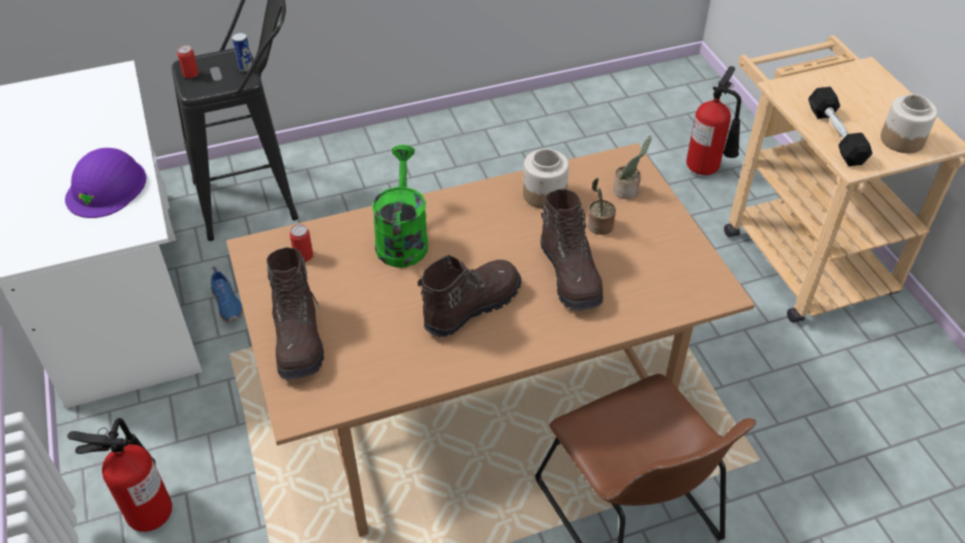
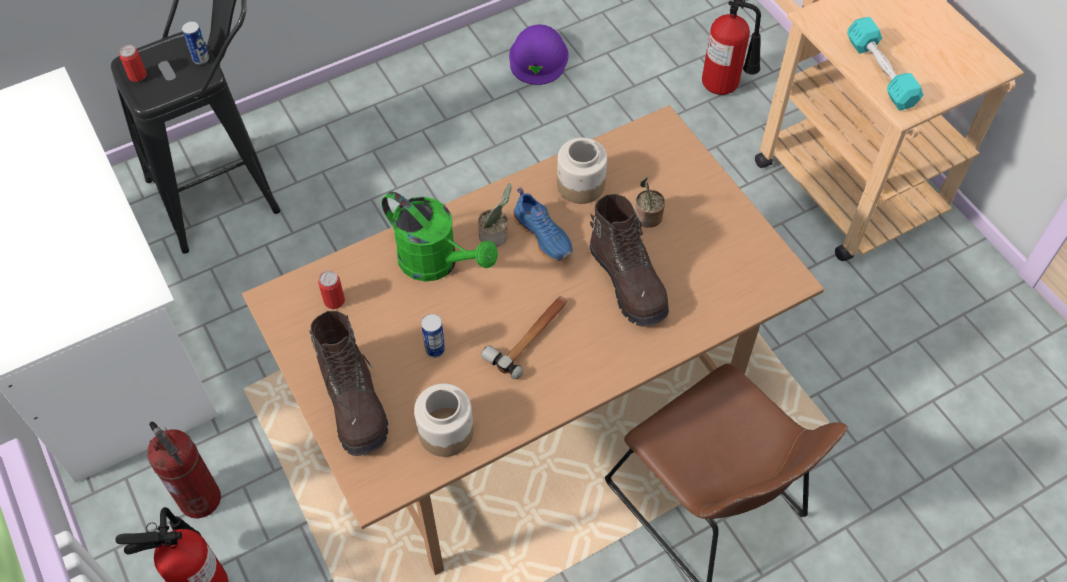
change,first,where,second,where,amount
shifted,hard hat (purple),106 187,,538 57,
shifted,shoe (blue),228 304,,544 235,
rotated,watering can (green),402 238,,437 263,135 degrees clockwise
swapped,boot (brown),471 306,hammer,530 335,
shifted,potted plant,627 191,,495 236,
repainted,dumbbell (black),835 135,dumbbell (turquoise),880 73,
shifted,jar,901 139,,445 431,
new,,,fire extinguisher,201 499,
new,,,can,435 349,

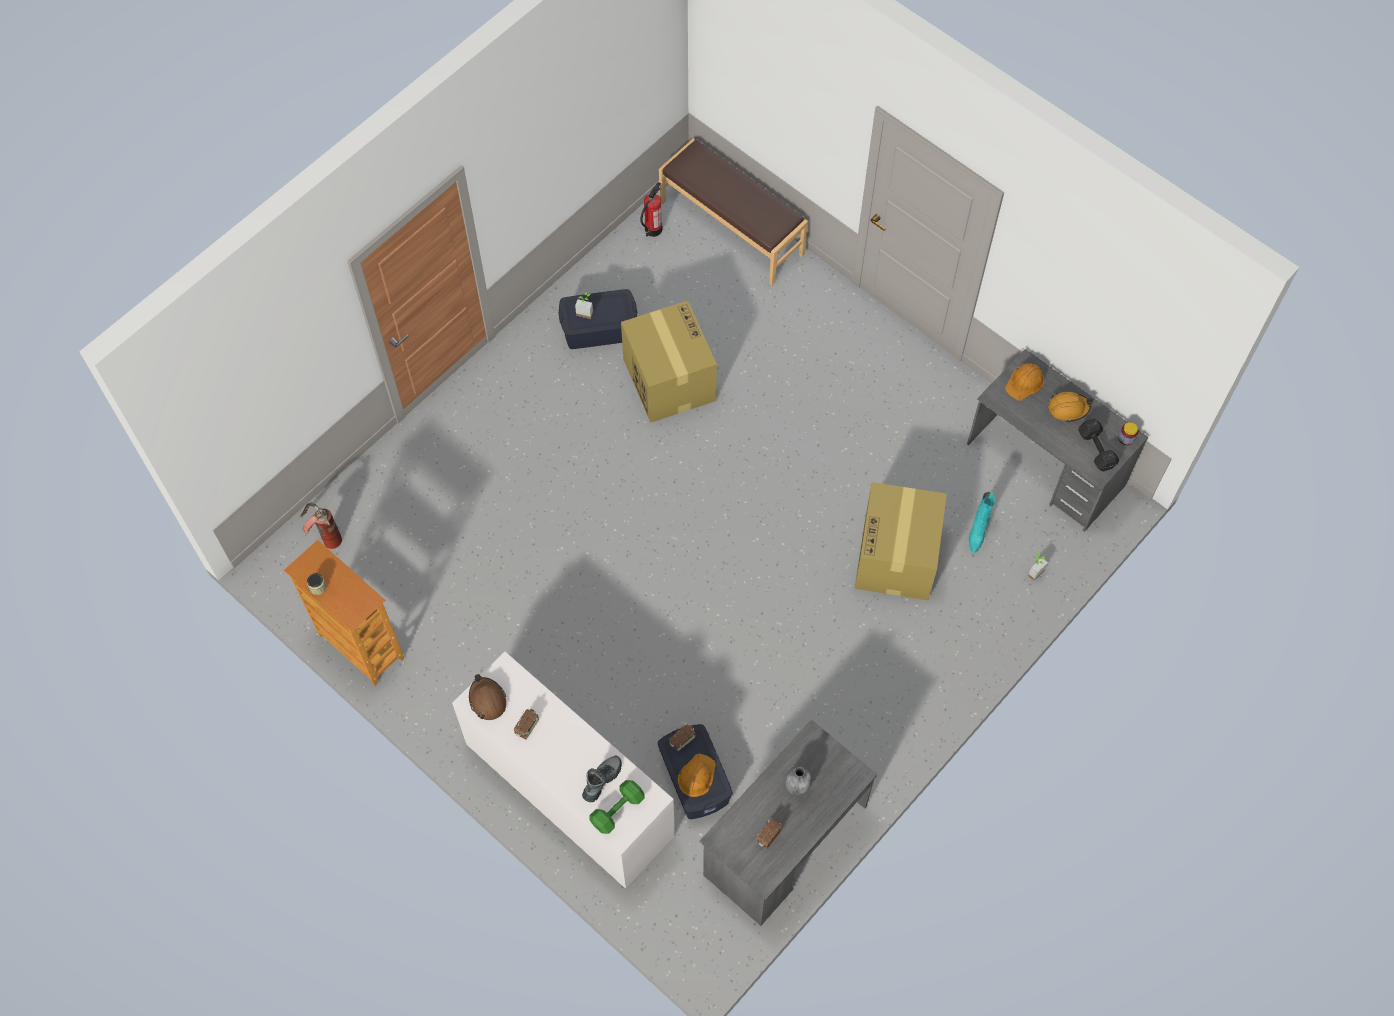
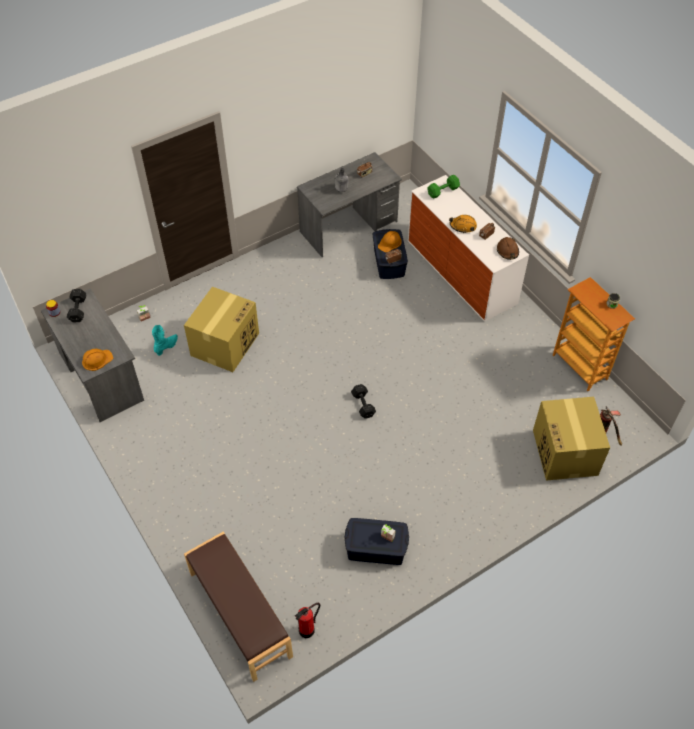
change,first,where,second,where,amount
gone,boot,602 780,,,
shifted,cardboard box,668 379,,565 453,
shifted,hard hat (orange),1068 408,,463 226,
new,,,dumbbell (black),363 406,

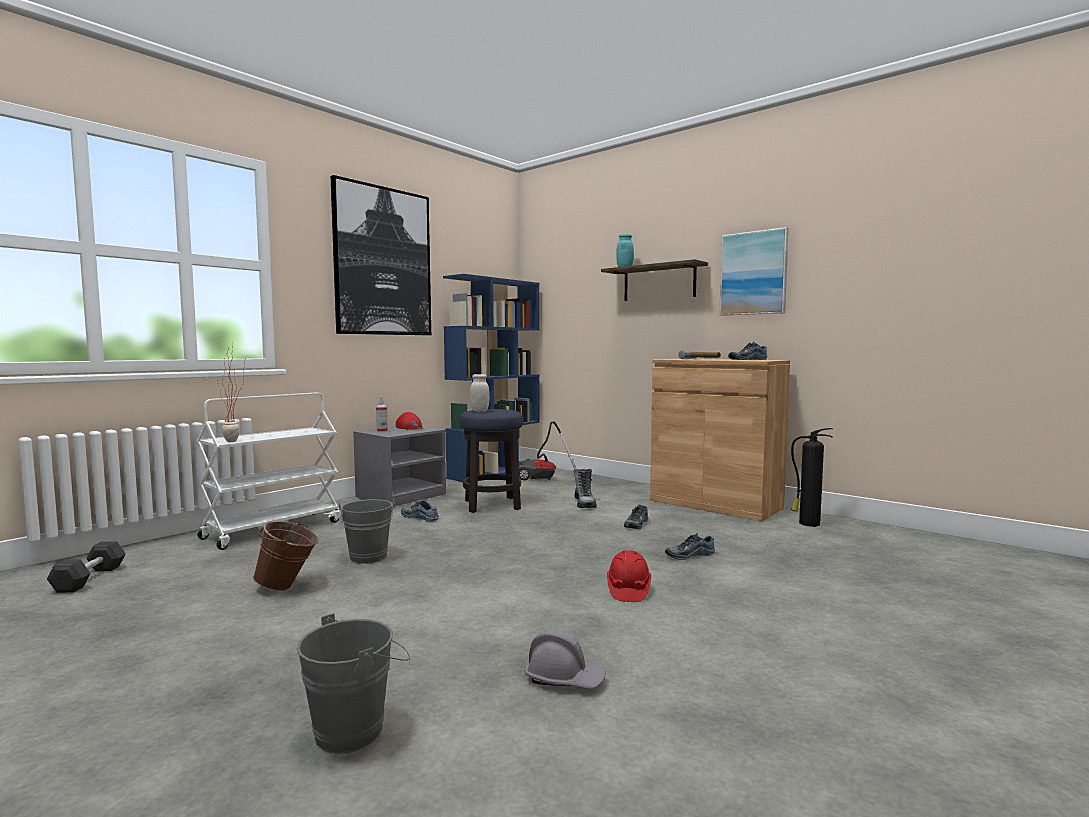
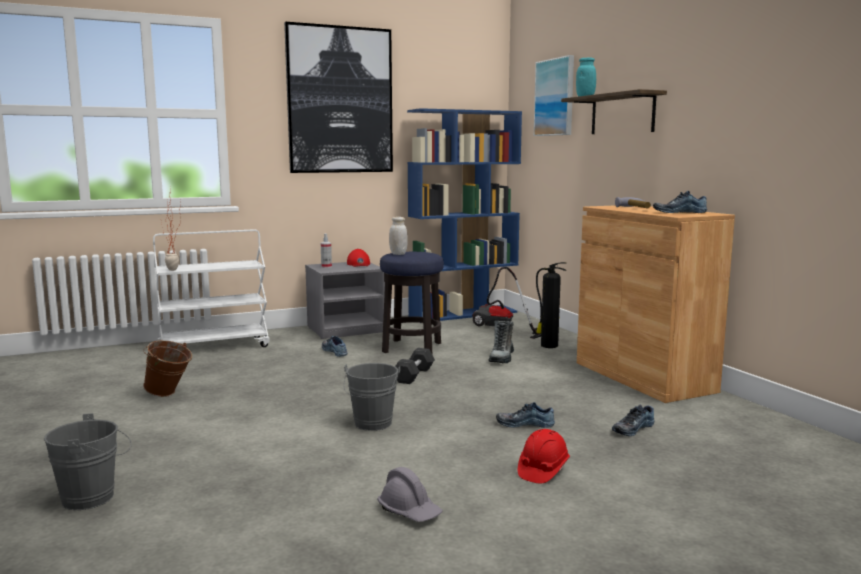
change,first,where,second,where,amount
shifted,dumbbell (grey),89 579,,414 375,
shifted,bucket (grey),368 559,,372 425,
shifted,hard hat (grey),564 679,,410 511,
shifted,hard hat (red),628 590,,542 470,
shifted,shoe,635 524,,632 428,
shifted,picture,753 273,,555 97,
shifted,fire extinguisher,808 523,,548 345,

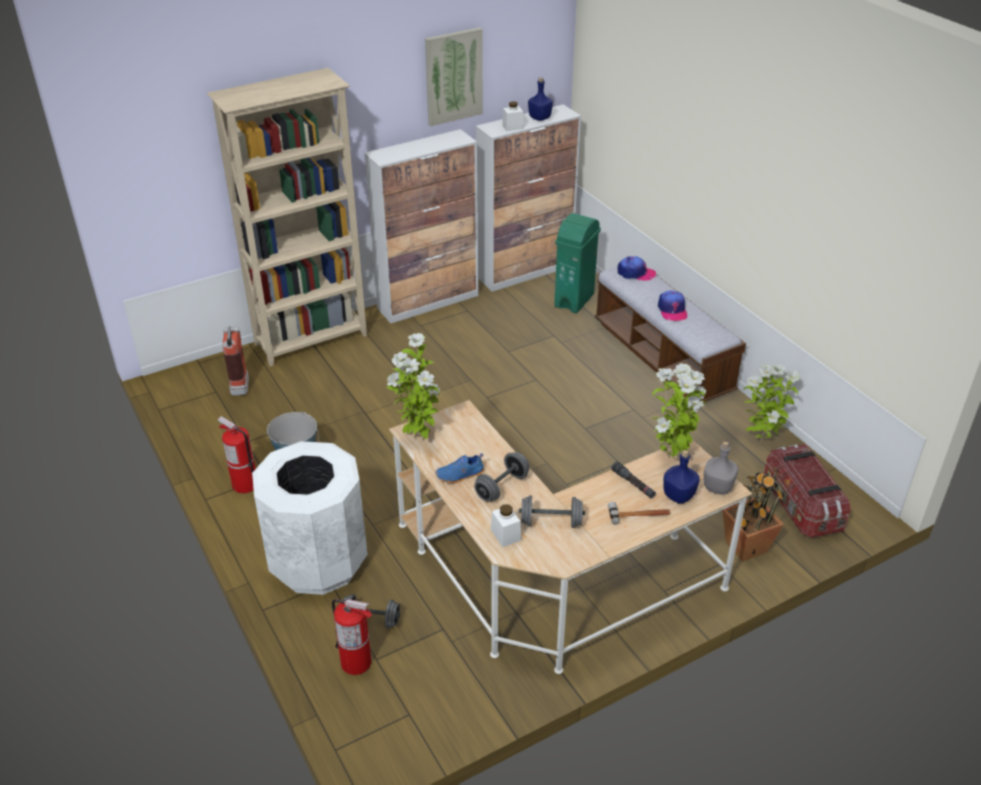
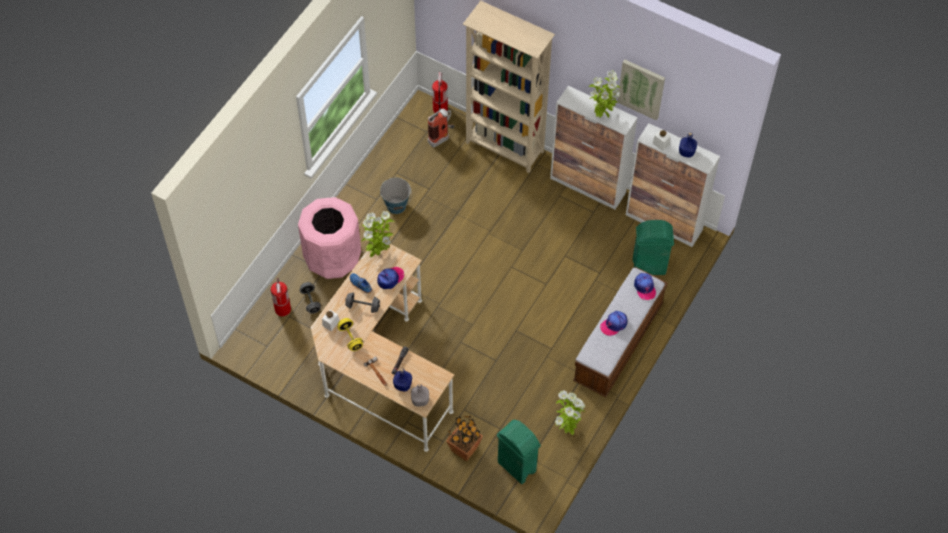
change,first,where,second,where,amount
shifted,fire extinguisher,244 484,,440 109,
repainted,trash can (white),318 562,trash can (pink),333 258,
repainted,dumbbell (grey),551 522,dumbbell (yellow),350 338,
shifted,potted plant,670 458,,602 115,
swapped,storage box,800 506,trash can (green),517 467,
new,,,cap,390 278,

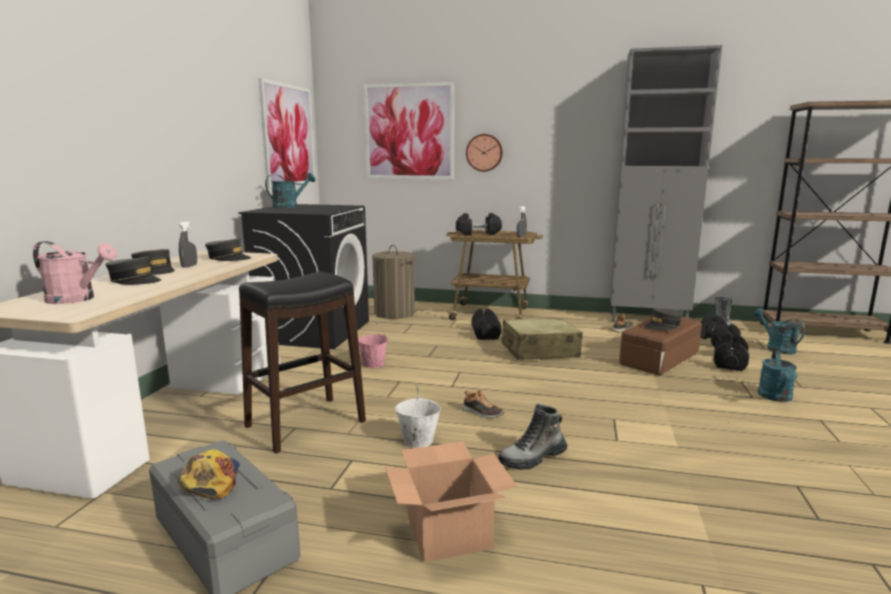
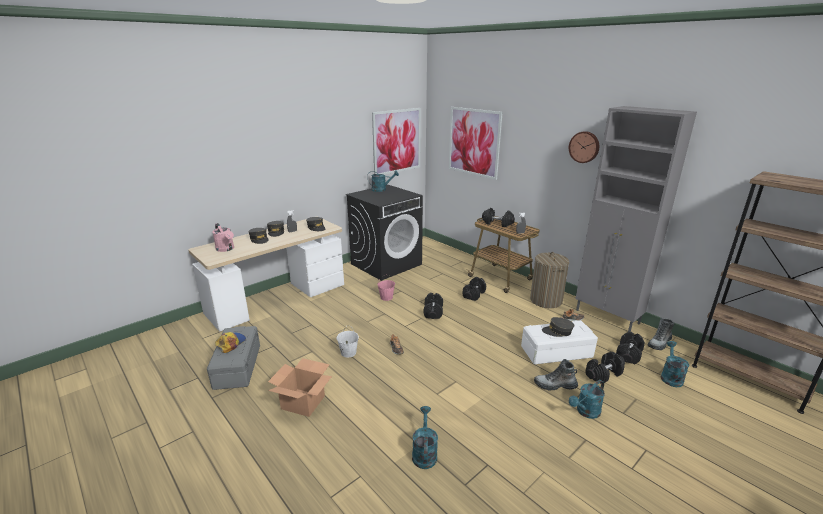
change,first,where,second,where,amount
gone,stool (black),305 424,,,
shifted,laundry basket,394 313,,546 300,
shifted,wall clock,484 152,,584 147,
shifted,boot,532 458,,555 385,
gone,suitcase (beige),539 351,,,
repainted,storage box (brown),660 359,storage box (white),556 352,
new,,,watering can (turquoise),424 453,
new,,,dumbbell (black),433 312,

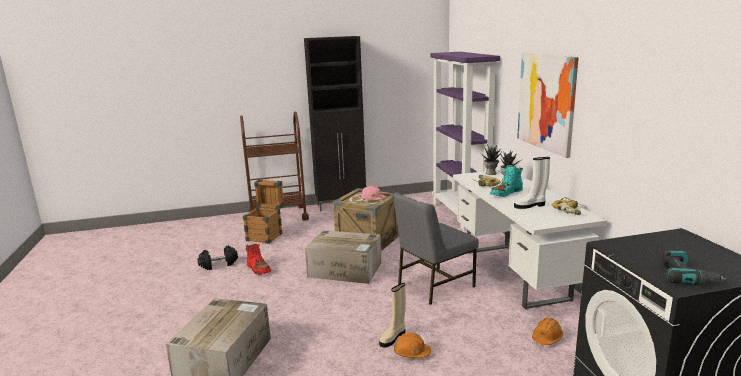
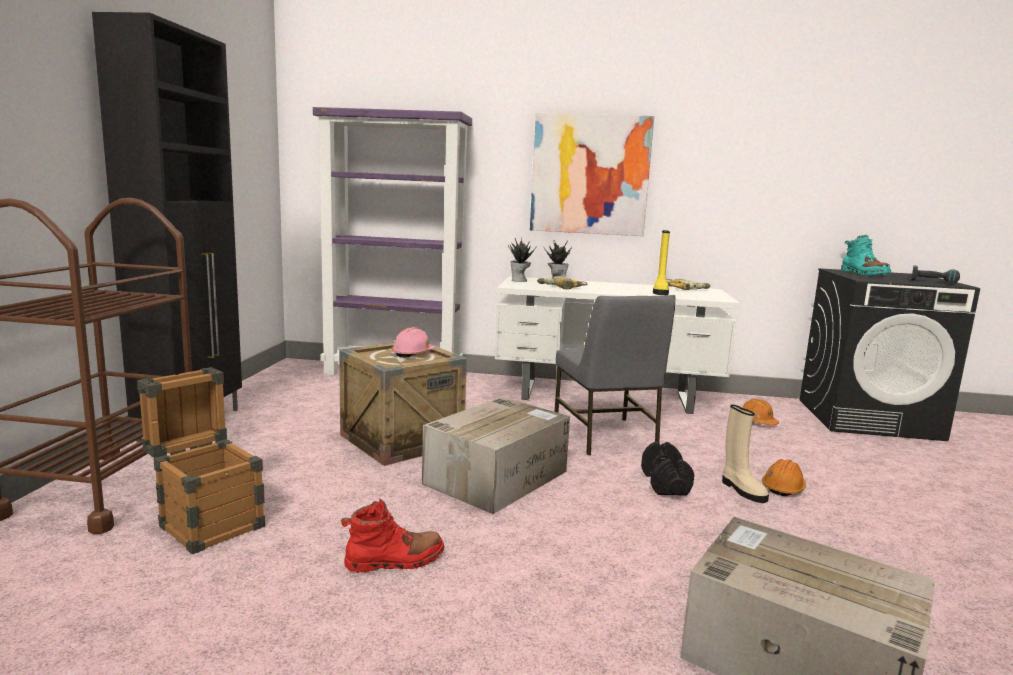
change,first,where,second,where,amount
shifted,dumbbell (black),218 264,,665 483,
shifted,boot (turquoise),506 193,,863 273,
repainted,boot (white),530 205,boot (yellow),660 292,

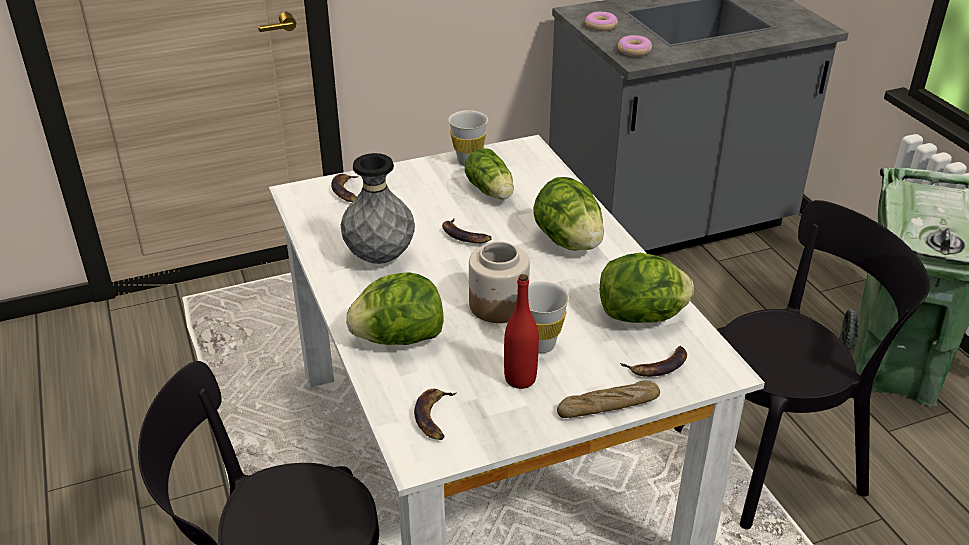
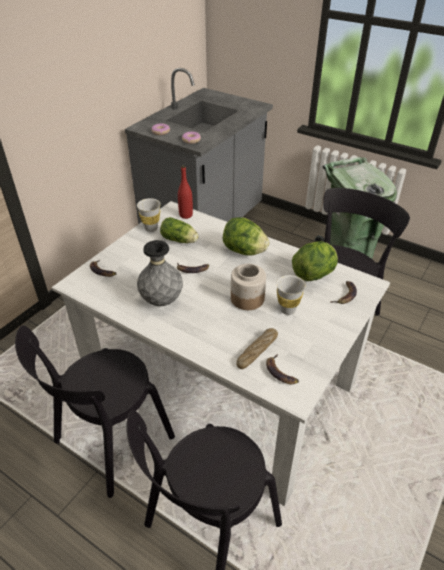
change,first,where,second,where,amount
gone,lettuce,398 339,,,
shifted,bottle (red),520 379,,186 215,
shifted,bread,608 407,,257 351,
new,,,chair (black),110 443,

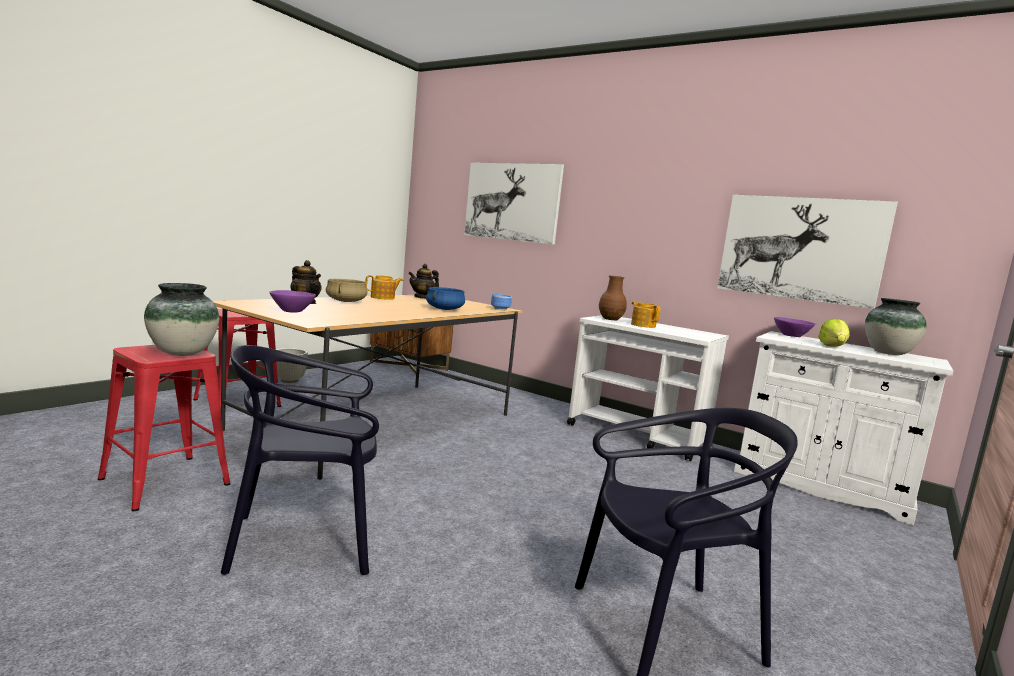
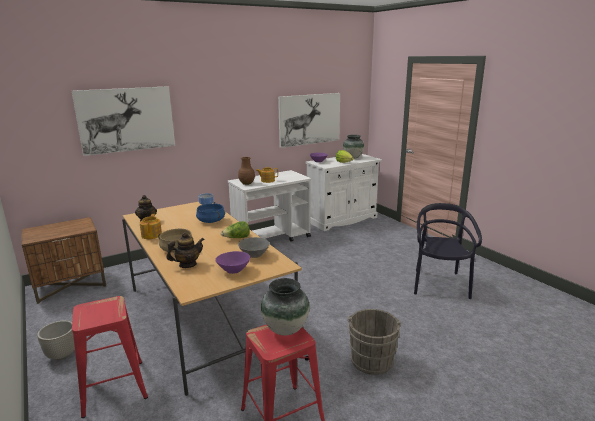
change,first,where,second,where,amount
swapped,chair (black),304 540,bucket (grey),371 359,
new,,,lettuce,237 238,
new,,,bowl (grey),254 255,

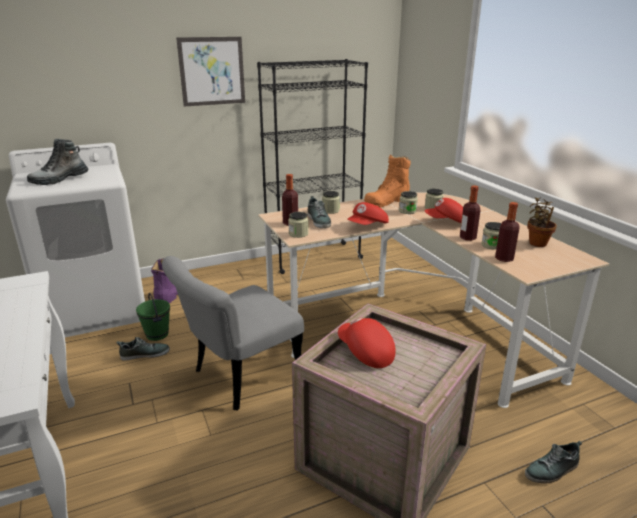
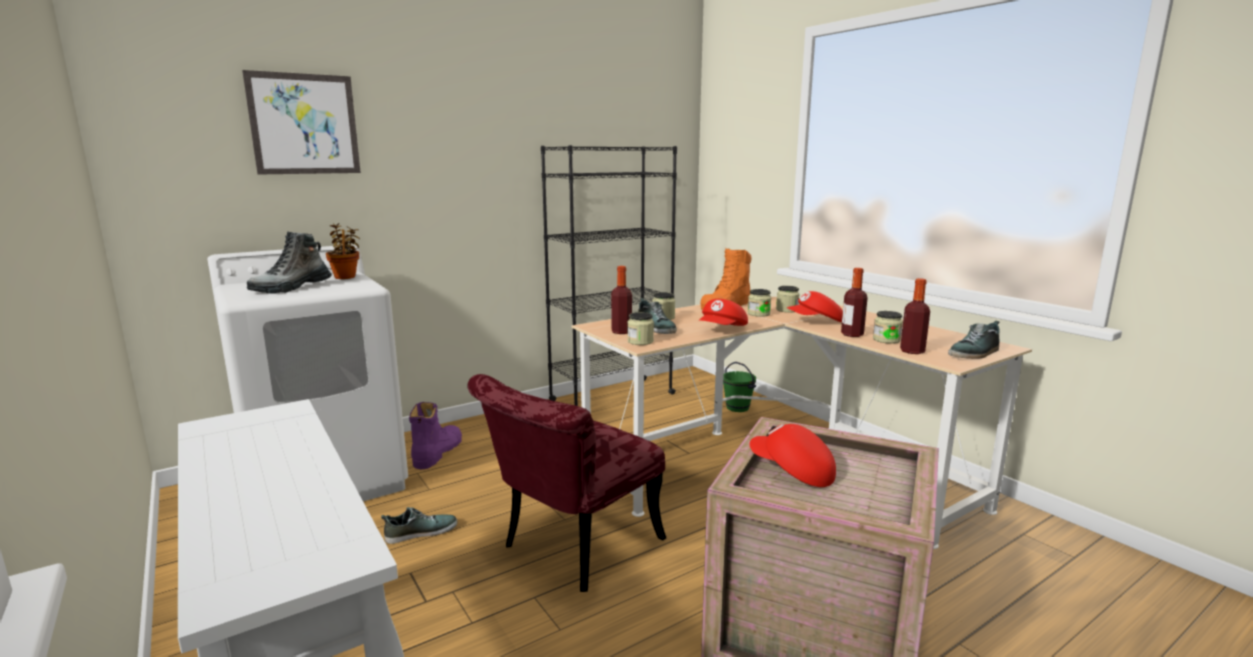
change,first,where,second,where,amount
shifted,bucket (green),156 335,,737 408,
repainted,chair (grey),239 378,chair (red),572 550,
shifted,picture,212 71,,304 124,
shifted,shoe,552 470,,975 353,
shifted,potted plant,537 242,,346 277,

